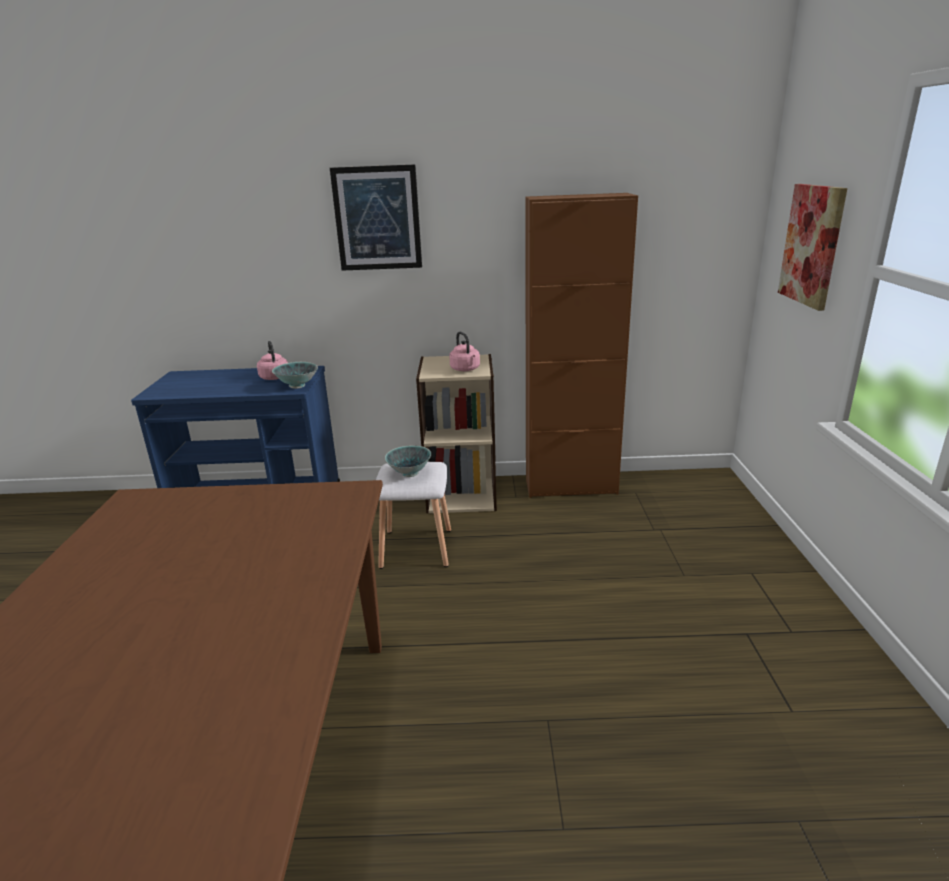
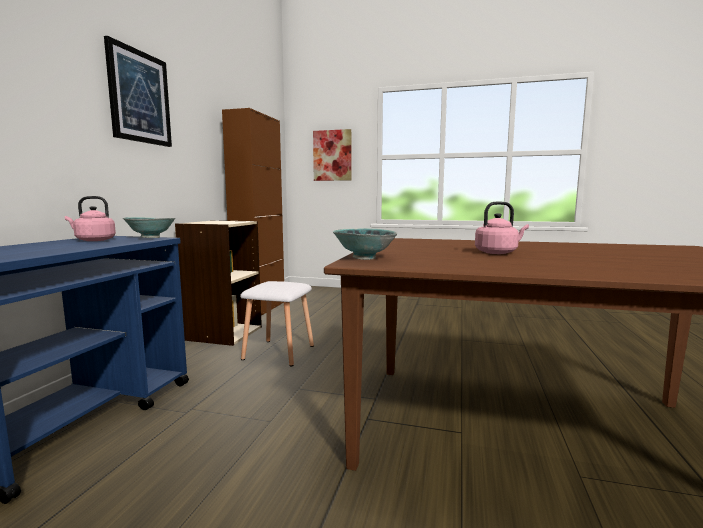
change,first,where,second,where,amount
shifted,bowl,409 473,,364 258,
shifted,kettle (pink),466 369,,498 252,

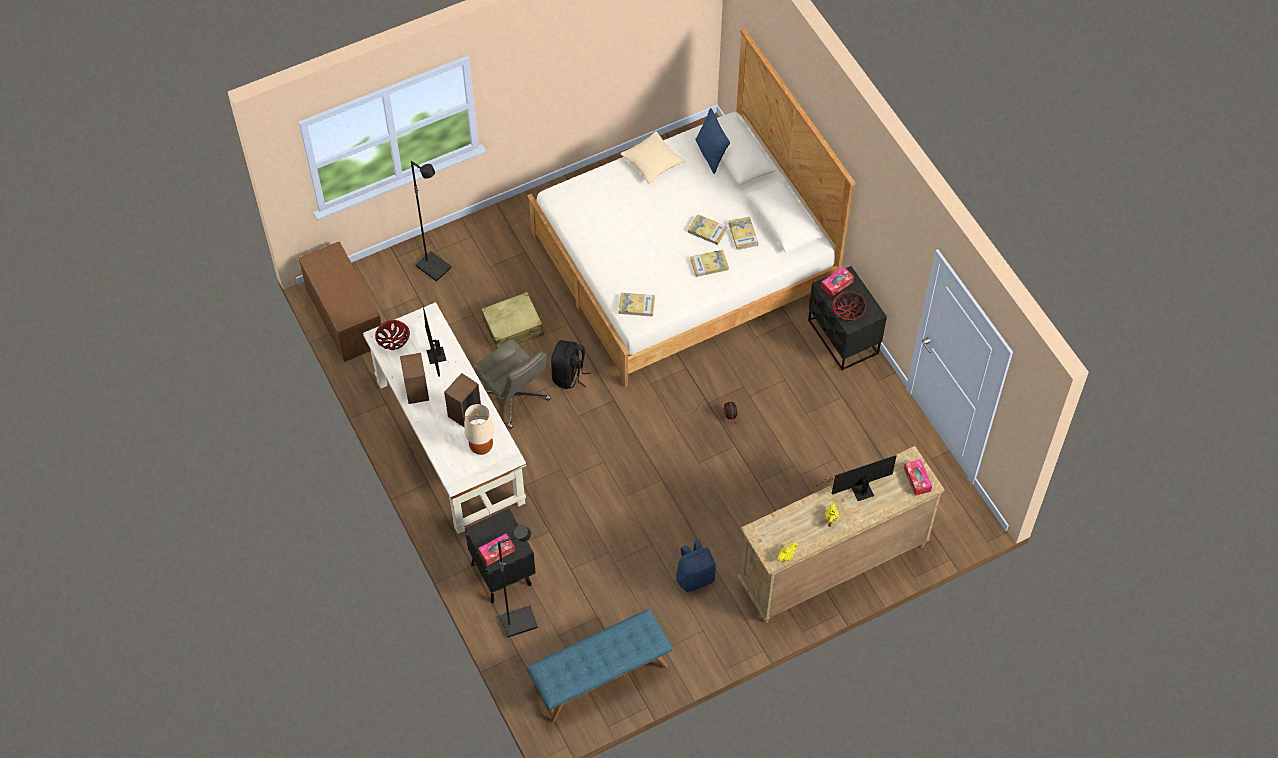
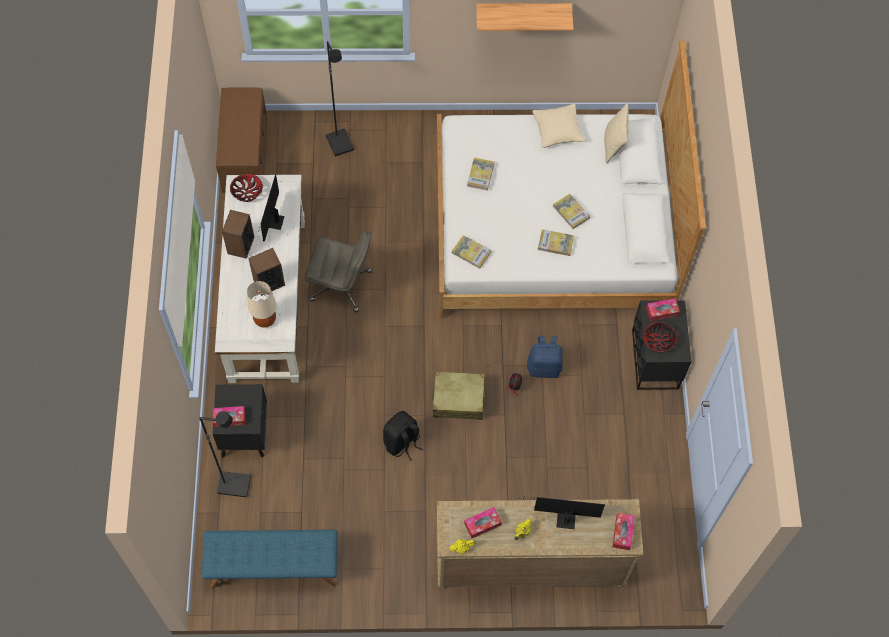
change,first,where,second,where,amount
rotated,office chair (grey),514 398,,342 286,60 degrees counterclockwise
shifted,suitcase (beige),513 327,,459 399,
shifted,backpack (black),569 376,,402 443,
shifted,backpack (blue),695 577,,544 367,
repainted,pillow (blue),711 154,pillow (beige),613 145,
shifted,book,743 234,,480 175,
new,,,tissue box,482 524,
new,,,shelf,523 11,

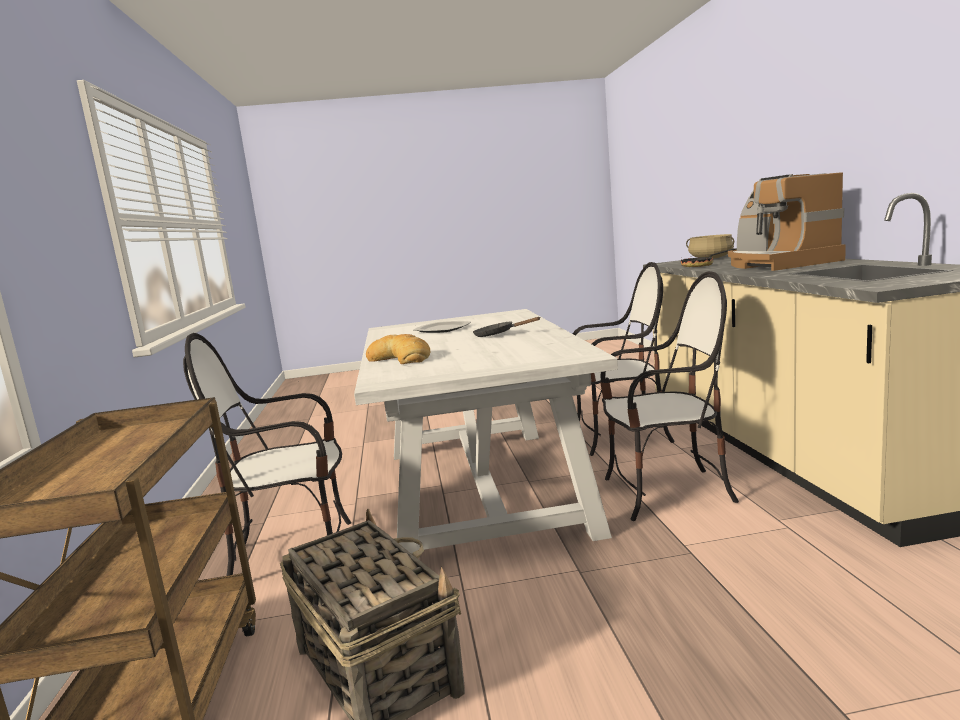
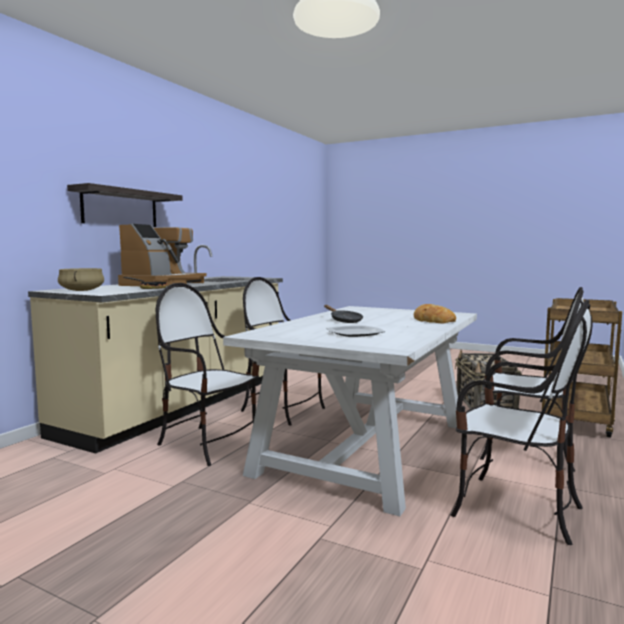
change,first,where,second,where,amount
new,,,shelf,120 208,
new,,,chair,515 509,

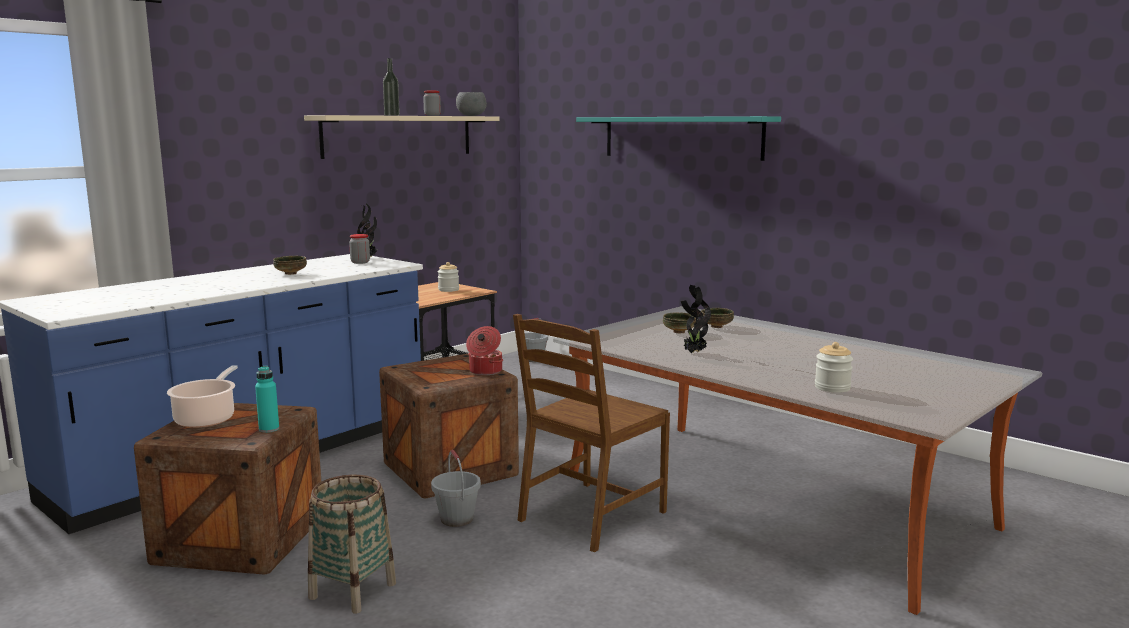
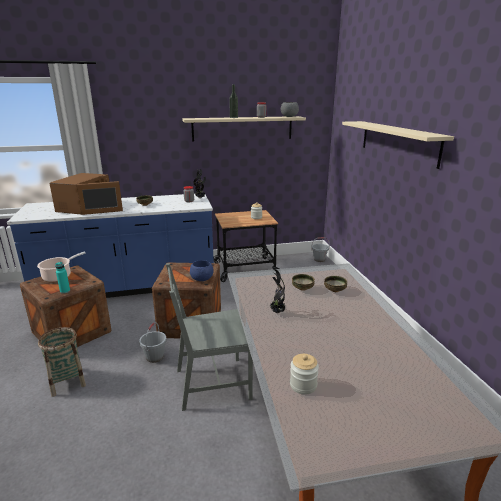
change,first,where,second,where,amount
swapped,cooking pot,485 371,bowl (blue),202 279,
repainted,chair (brown),591 516,chair (grey),212 383,
repainted,shelf (turquoise),681 137,shelf (beige),398 142,
new,,,microwave (brown),85 207,

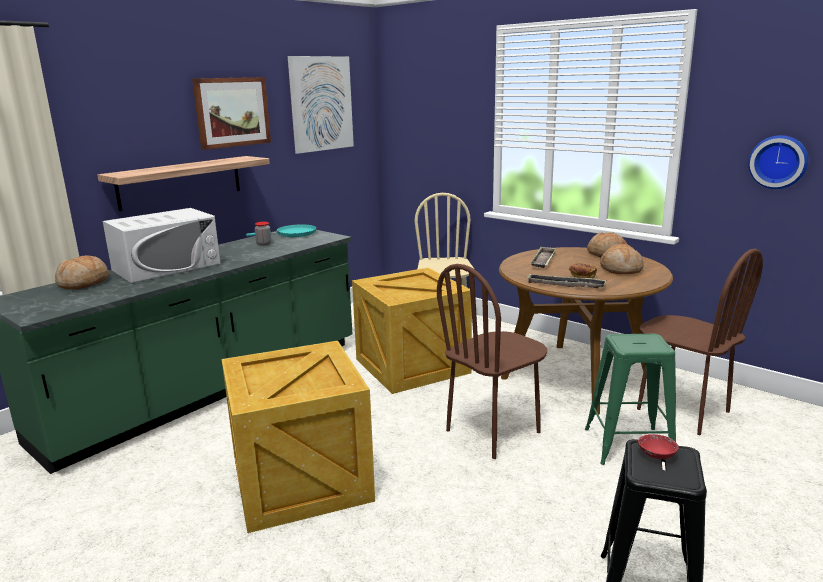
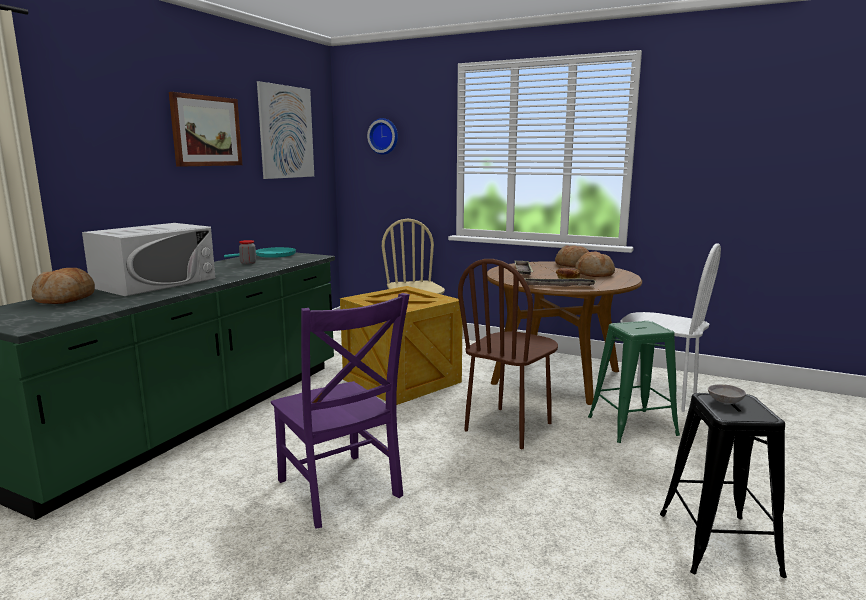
change,first,where,second,where,amount
gone,shelf,181 182,,,
swapped,crate,299 481,chair (purple),340 491,
repainted,chair (brown),682 410,chair (white),659 395,
repainted,bowl (red),656 455,bowl (grey),725 401,
shifted,wall clock,778 161,,384 136,

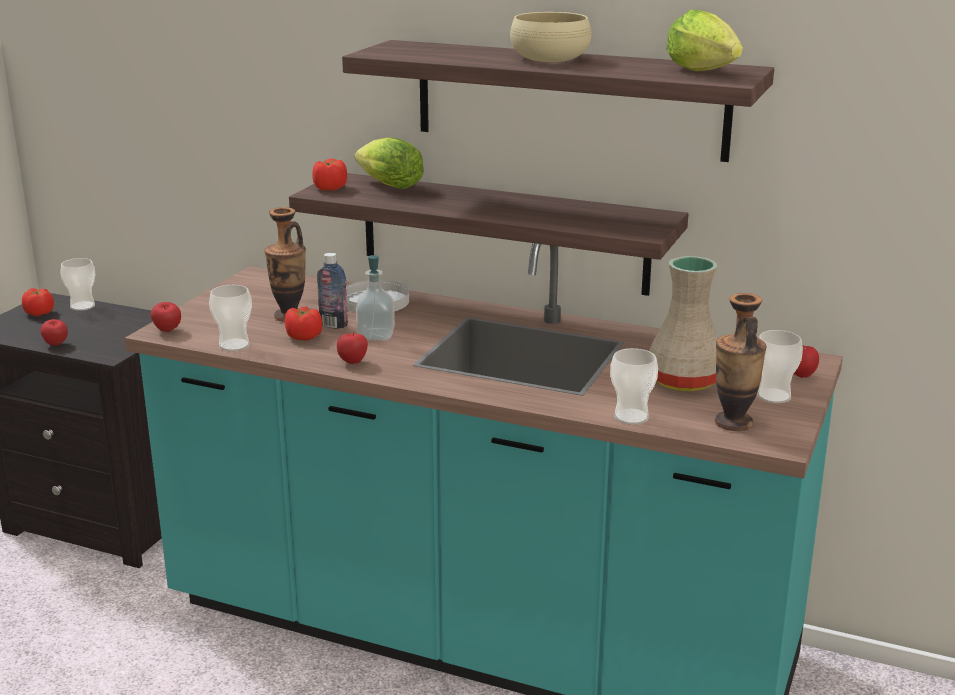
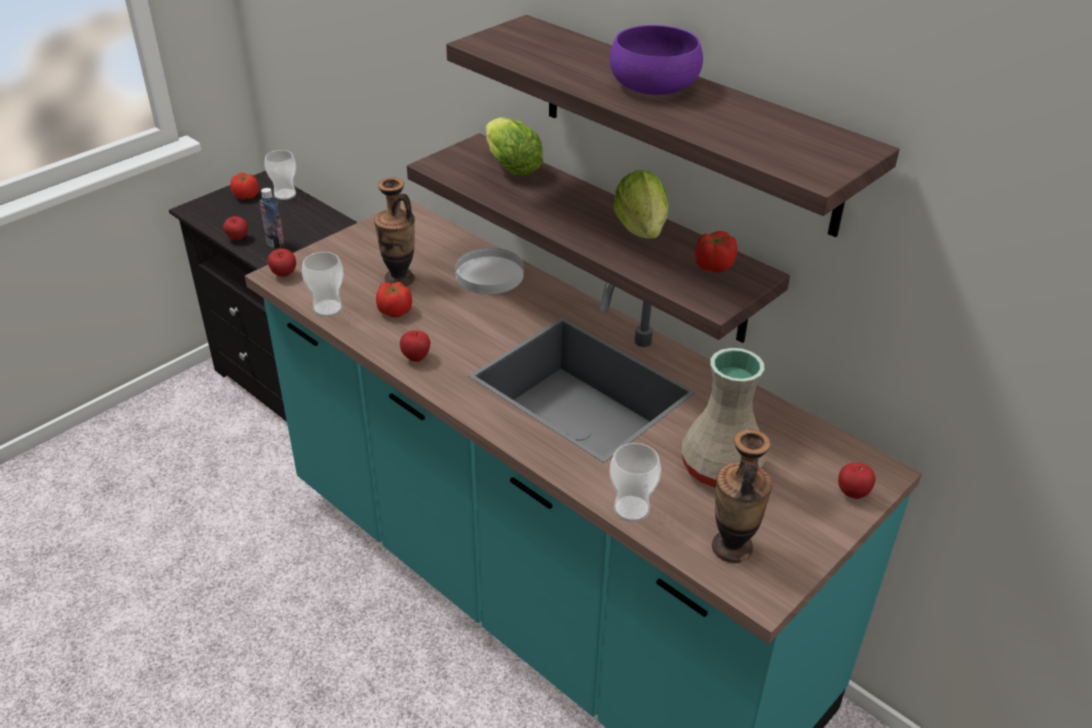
change,first,where,second,where,amount
shifted,tomato,329 188,,713 266,
shifted,bottle,333 325,,275 243,
gone,soap dispenser,376 335,,,
repainted,bowl (beige),550 58,bowl (purple),654 85,
shifted,lettuce,705 72,,642 233,
gone,cup,773 396,,,

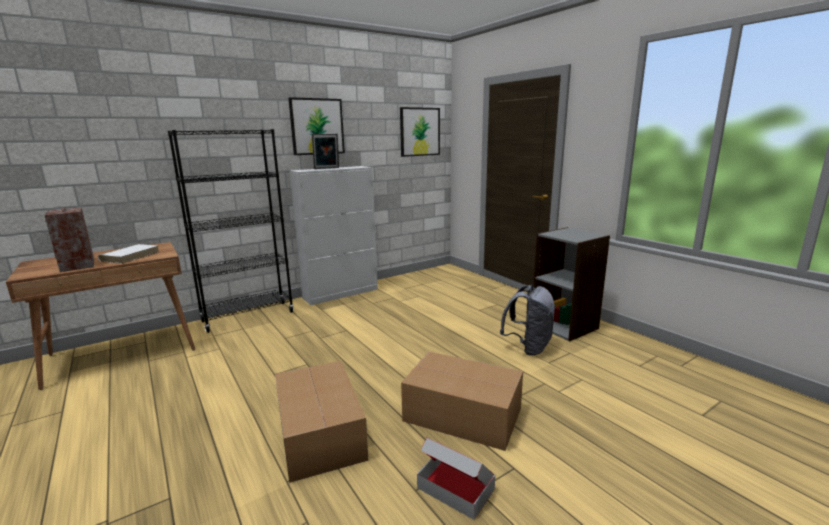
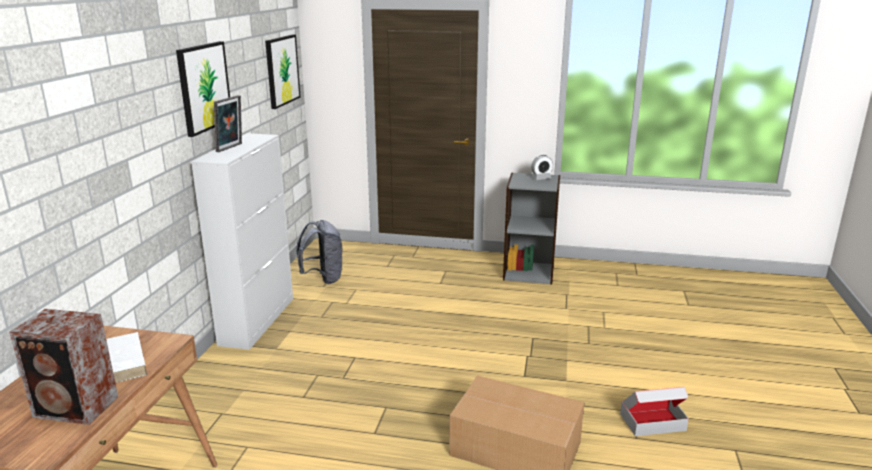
change,first,where,second,where,amount
gone,bookcase (black),248 317,,,
gone,cardboard box,464 415,,,
shifted,backpack (grey),528 347,,323 278,
new,,,alarm clock,541 178,

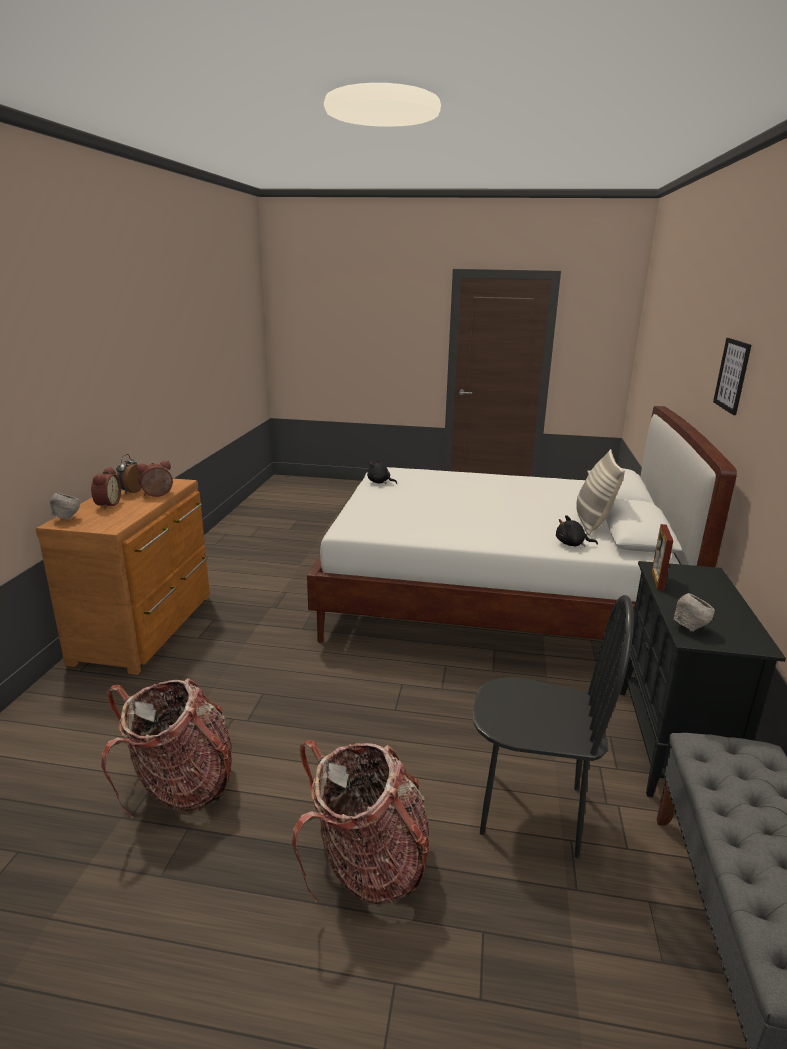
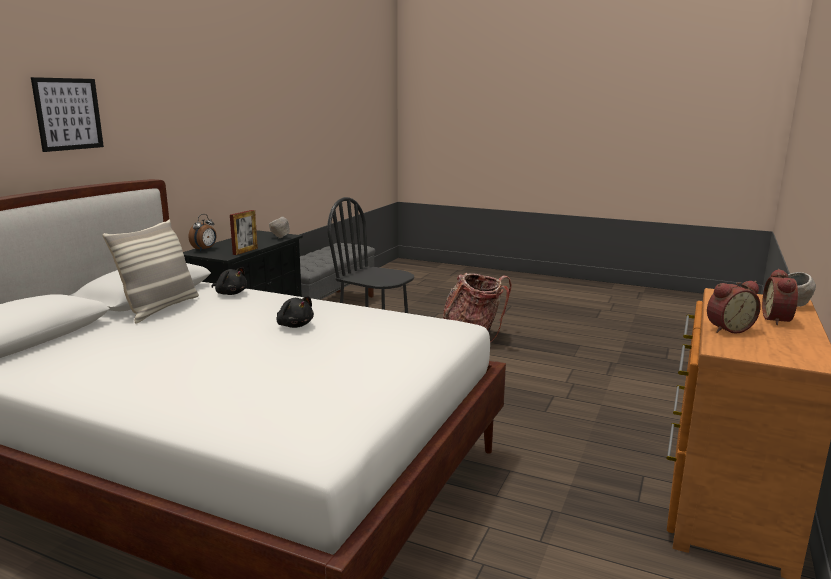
change,first,where,second,where,amount
gone,backpack,181 786,,,
shifted,alarm clock,131 491,,205 249,
shifted,plush toy (black),379 482,,294 325,

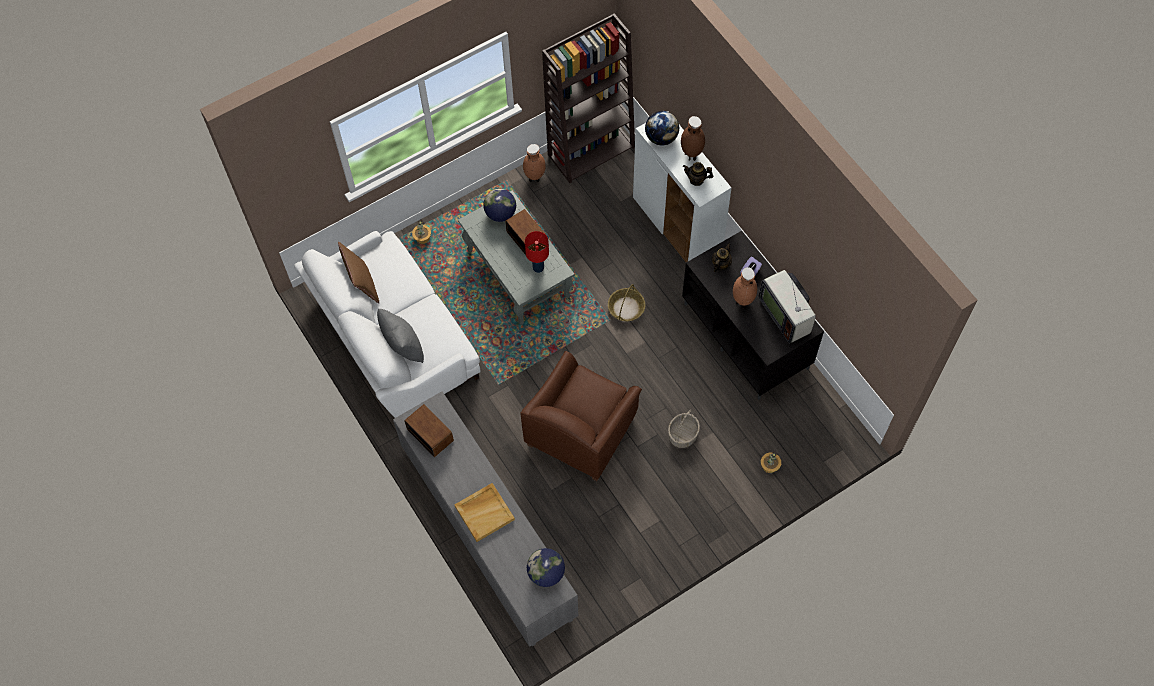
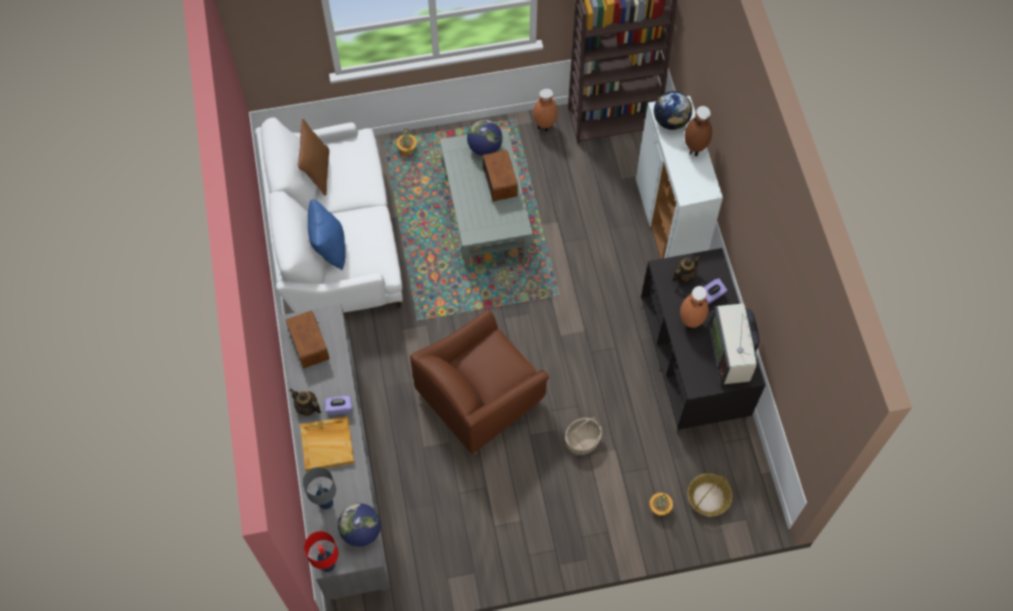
change,first,where,second,where,amount
repainted,pillow (grey),403 347,pillow (blue),329 247,
shifted,table lamp (red),538 267,,328 564,
shifted,basket,626 308,,708 498,
shifted,teapot,696 180,,307 408,
new,,,table lamp (grey),326 502,
new,,,tissue box (purple),339 408,

